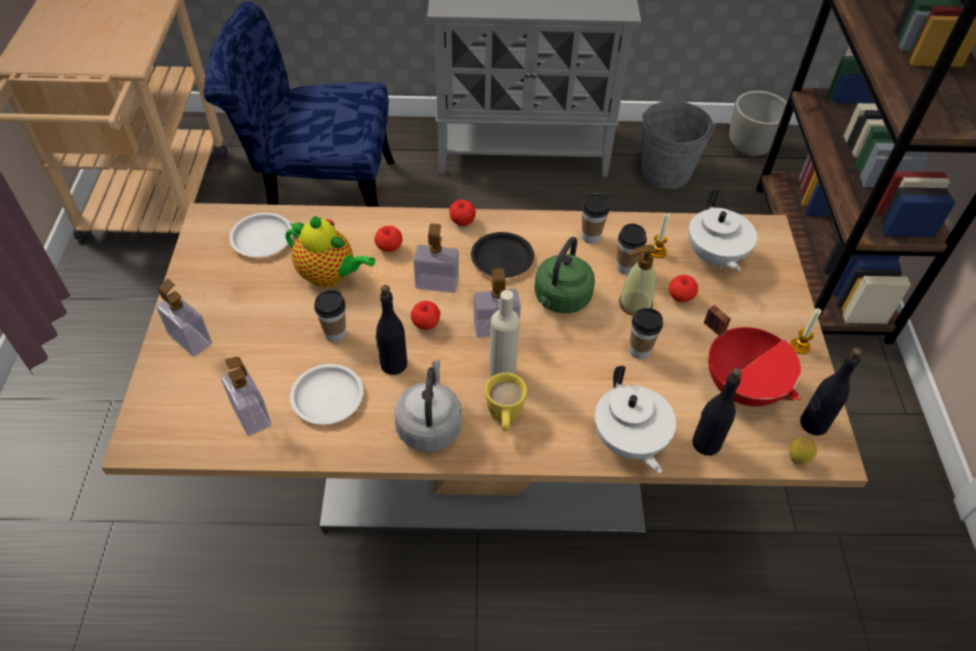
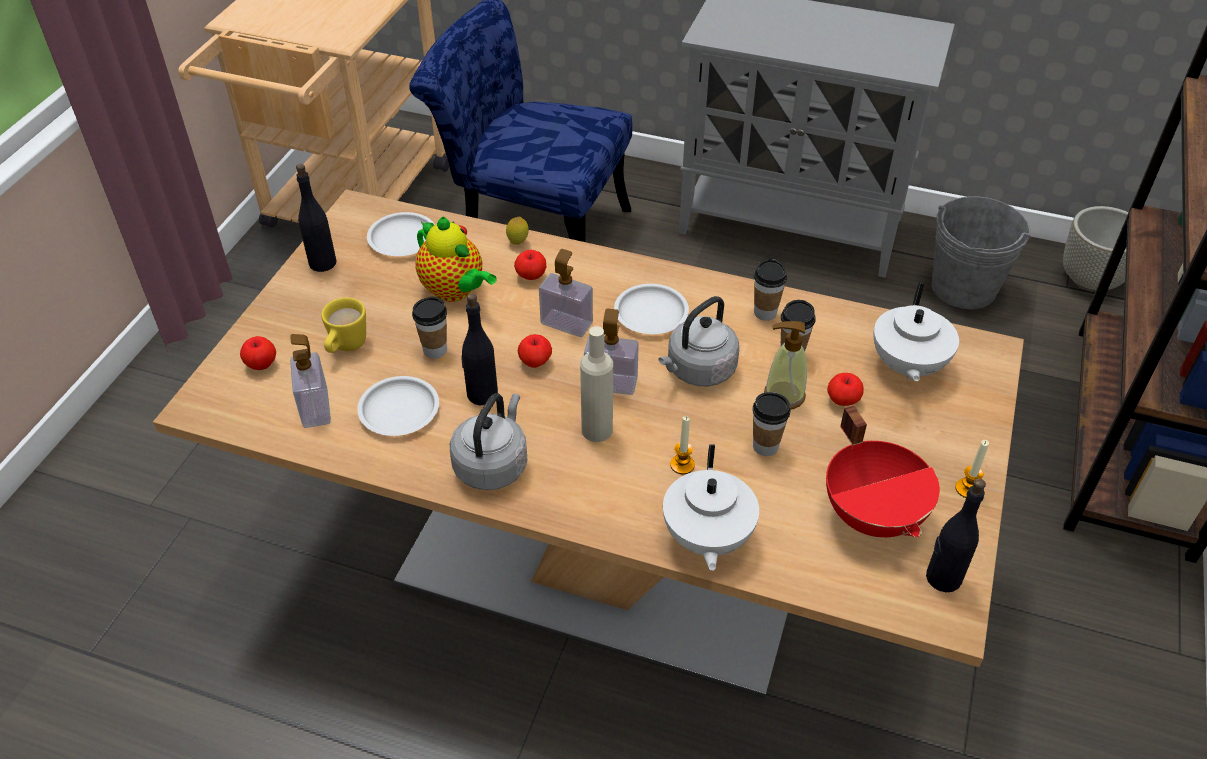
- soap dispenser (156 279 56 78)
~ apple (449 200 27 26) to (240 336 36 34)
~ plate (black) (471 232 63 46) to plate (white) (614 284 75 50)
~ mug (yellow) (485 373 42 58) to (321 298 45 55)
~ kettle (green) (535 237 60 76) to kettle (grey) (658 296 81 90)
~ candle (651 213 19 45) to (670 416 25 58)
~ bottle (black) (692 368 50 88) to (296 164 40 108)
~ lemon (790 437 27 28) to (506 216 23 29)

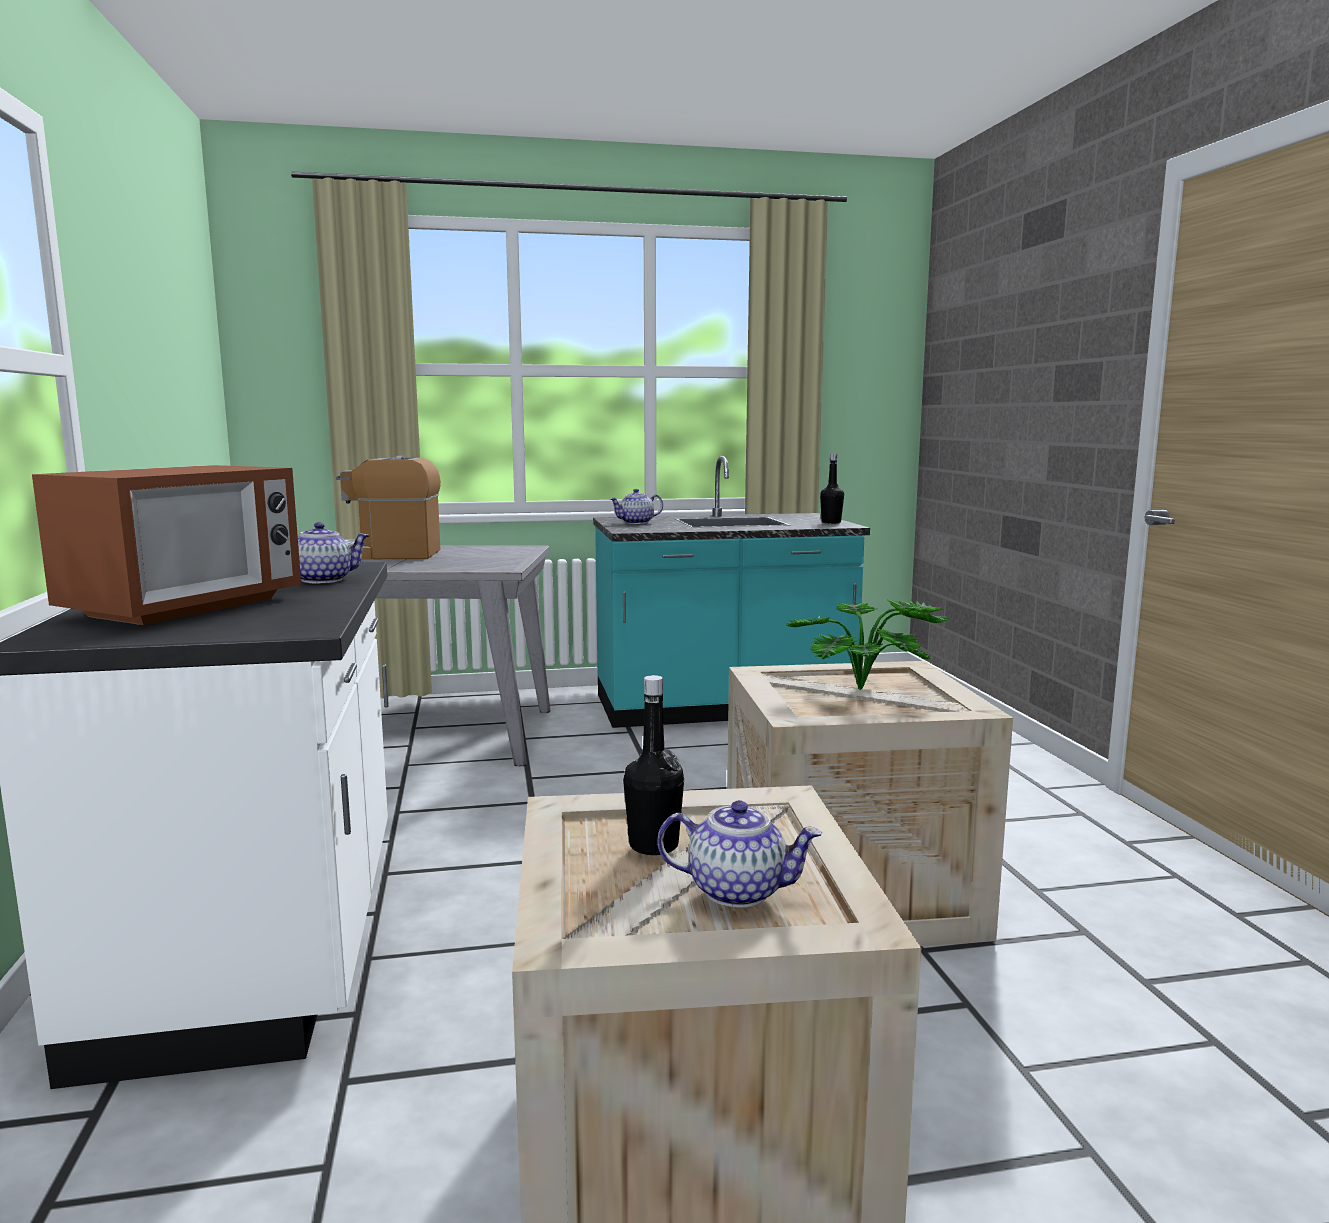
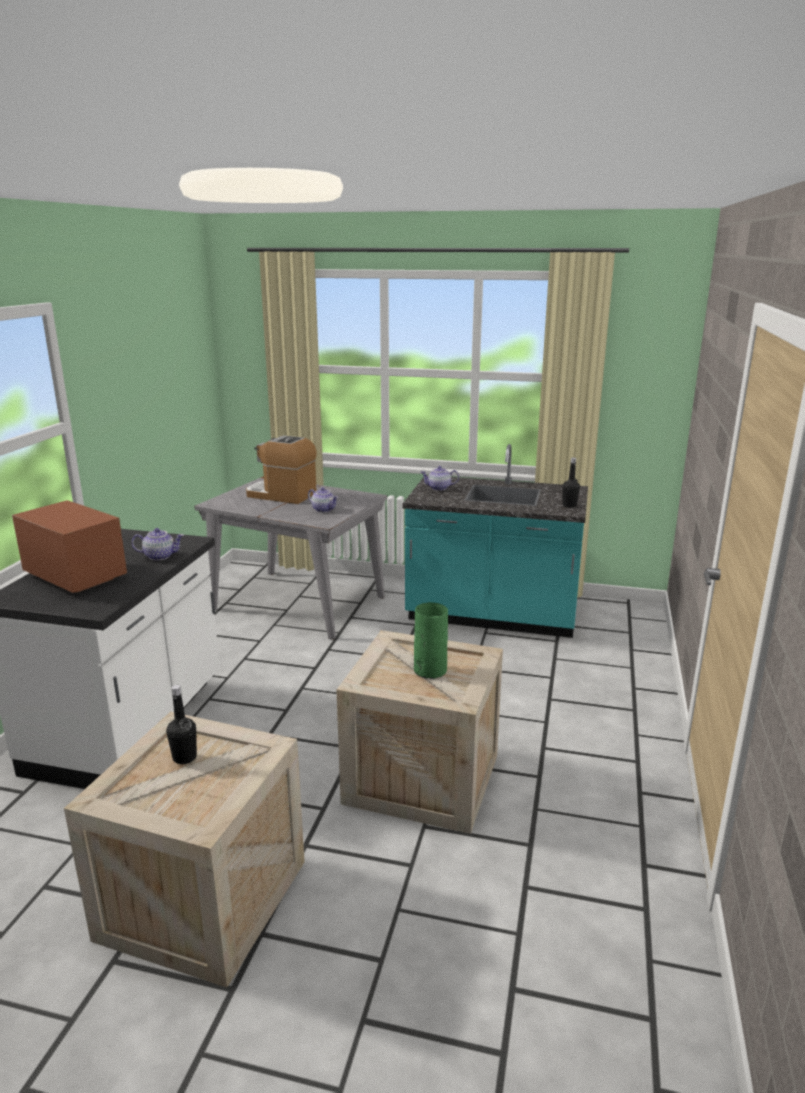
~ microwave (32 465 269 160) = (12 500 115 93) 105 degrees counterclockwise
~ teapot (657 800 165 107) to (308 488 30 24)
~ potted plant (786 599 163 91) to vase (green) (414 602 34 77)

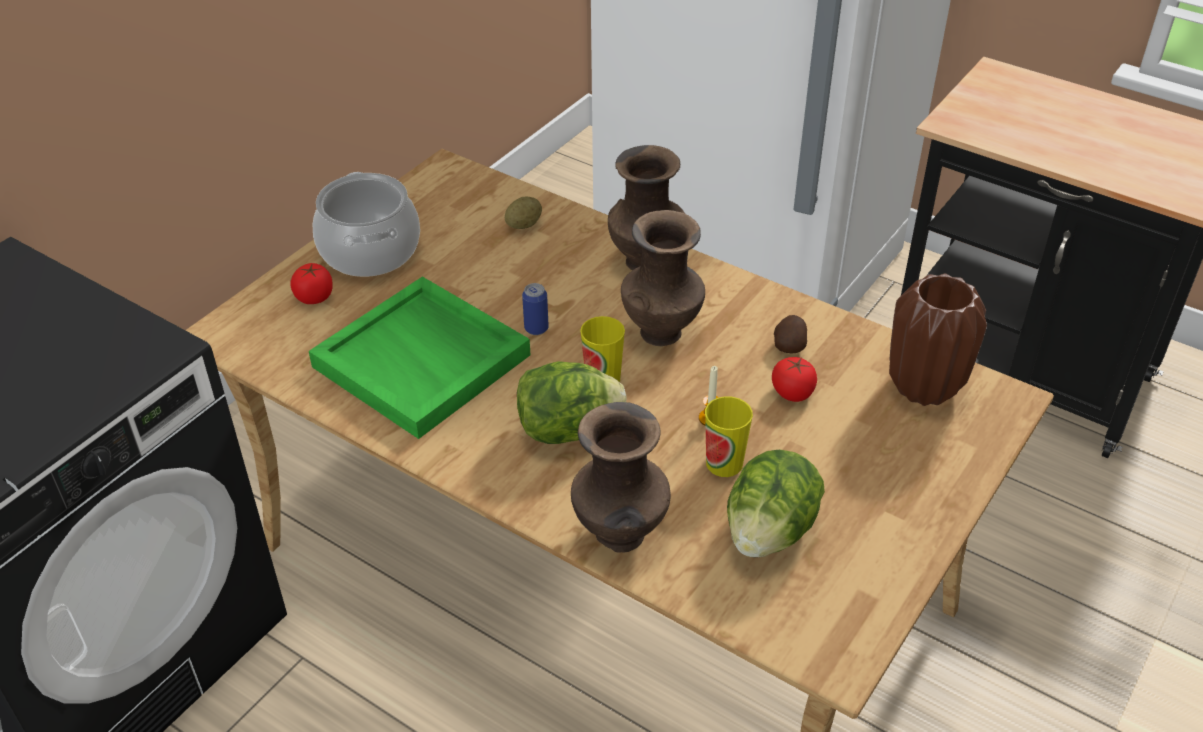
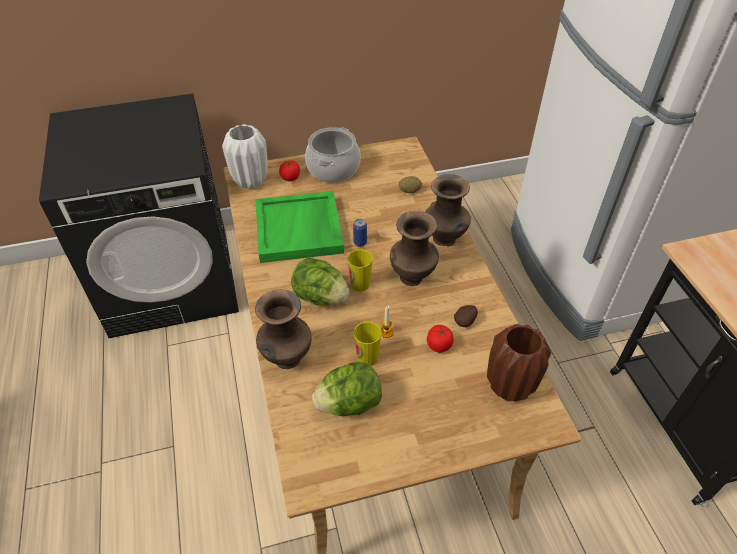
+ vase (white) (222 124 46 65)

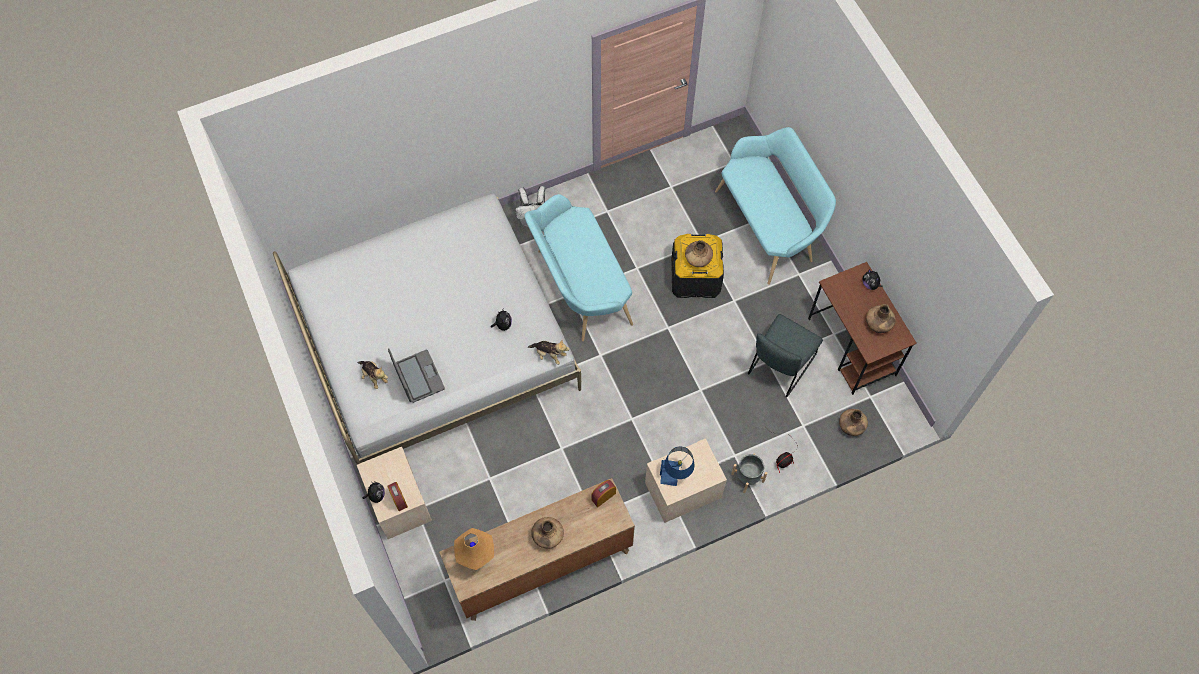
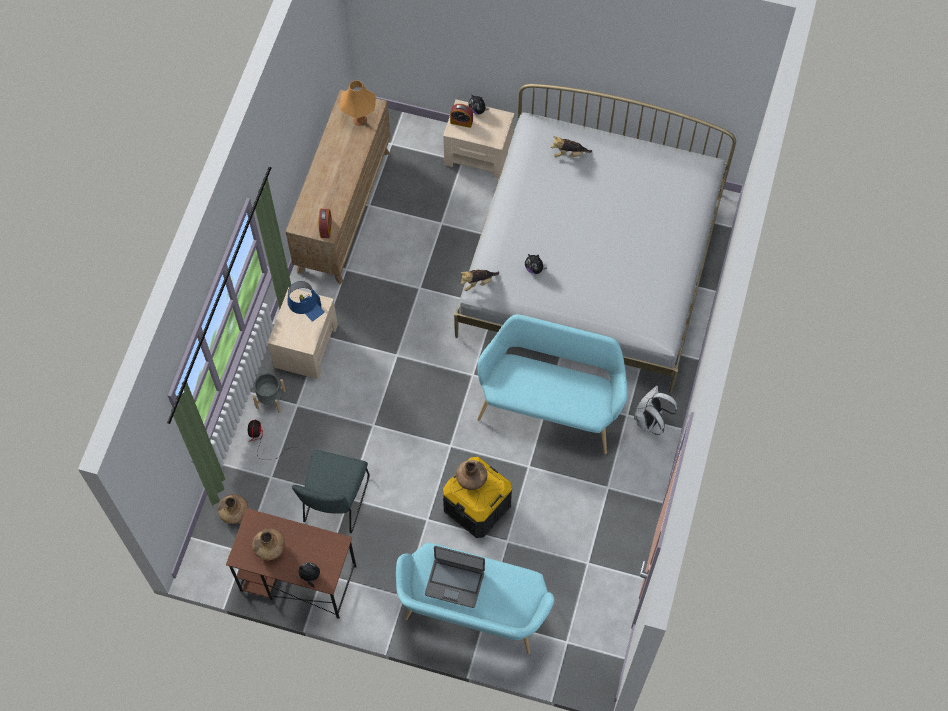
~ laptop (388 348 57 55) to (425 546 60 62)
- vase (brown) (531 517 33 32)
~ chair (grey) (748 314 75 83) = (292 450 78 83) 150 degrees counterclockwise

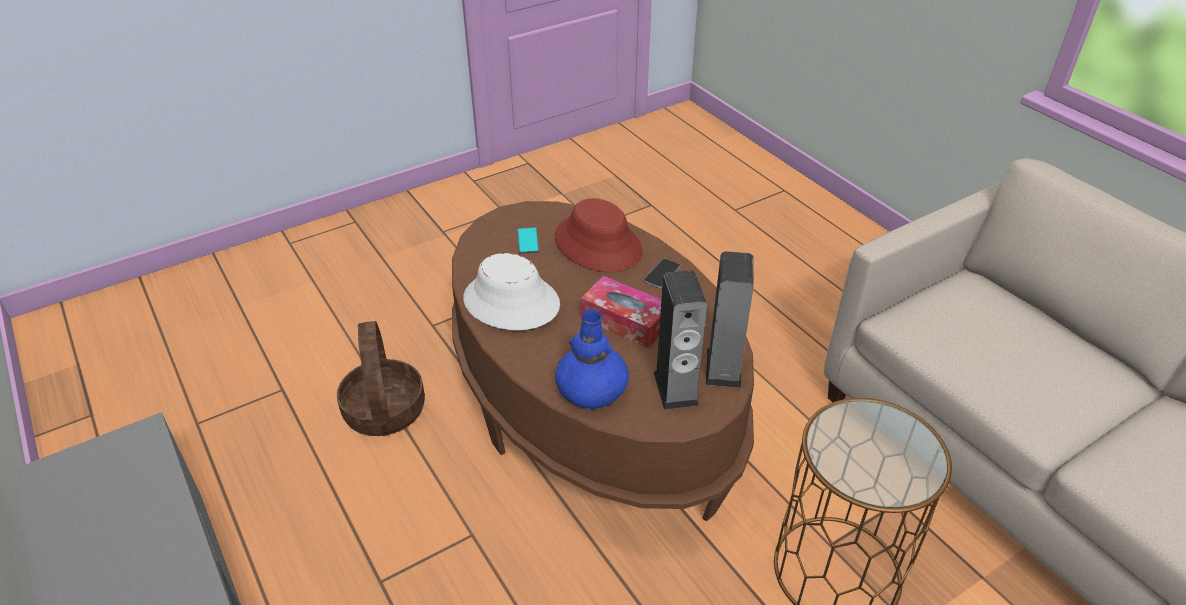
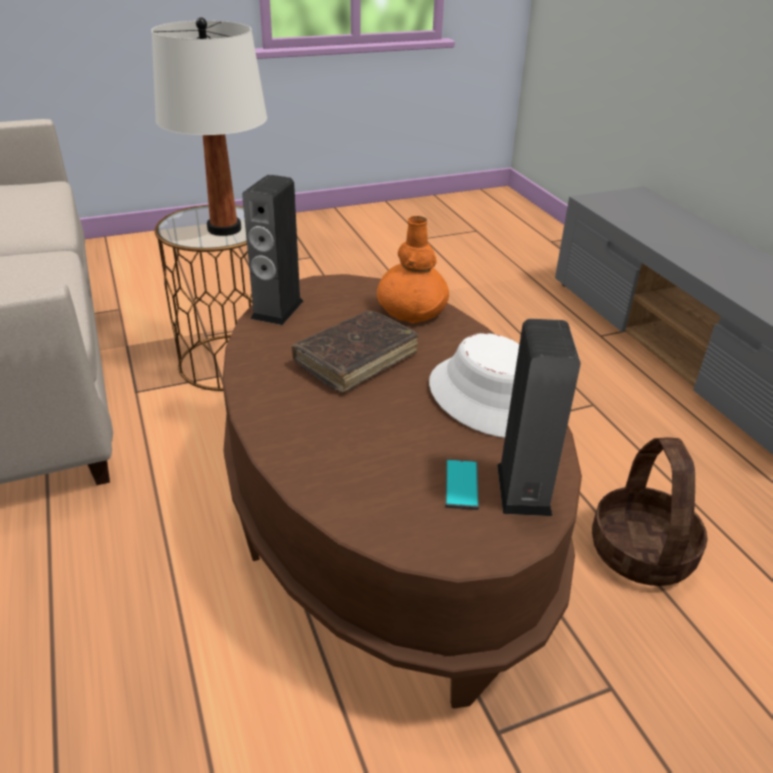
- hat (red) (555 198 87 74)
~ vase (blue) (555 310 74 100) to vase (orange) (377 216 72 108)
~ tissue box (581 276 80 73) to book (brown) (292 311 127 82)
- phone (644 259 37 29)
~ speaker (654 270 53 140) to (497 319 84 197)
+ table lamp (white) (152 17 115 219)

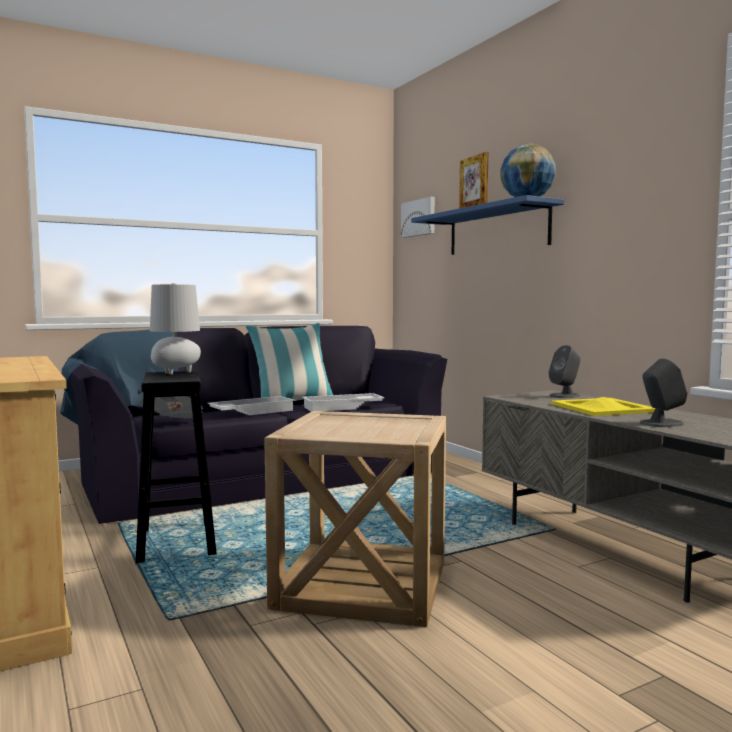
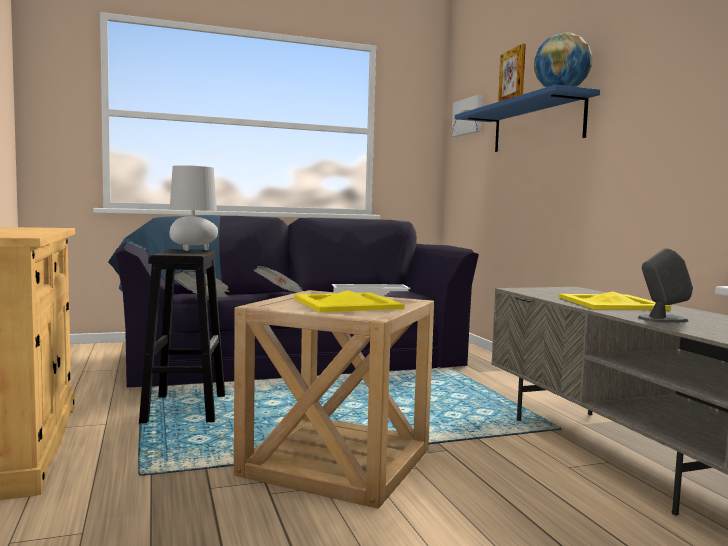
~ tray (white) (207 396 88 19) to newspaper (254 266 49 27)
- pillow (246 323 87 78)
- speaker (grey) (549 345 32 53)
+ tray (yellow) (294 290 111 22)

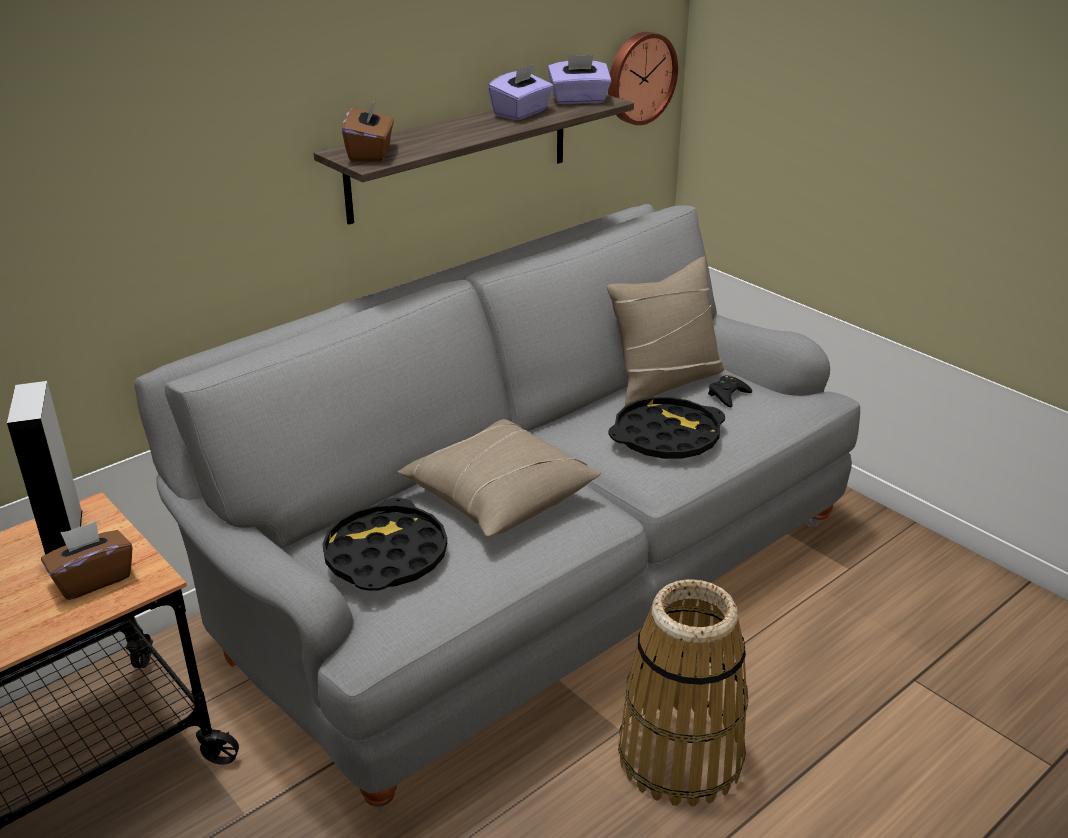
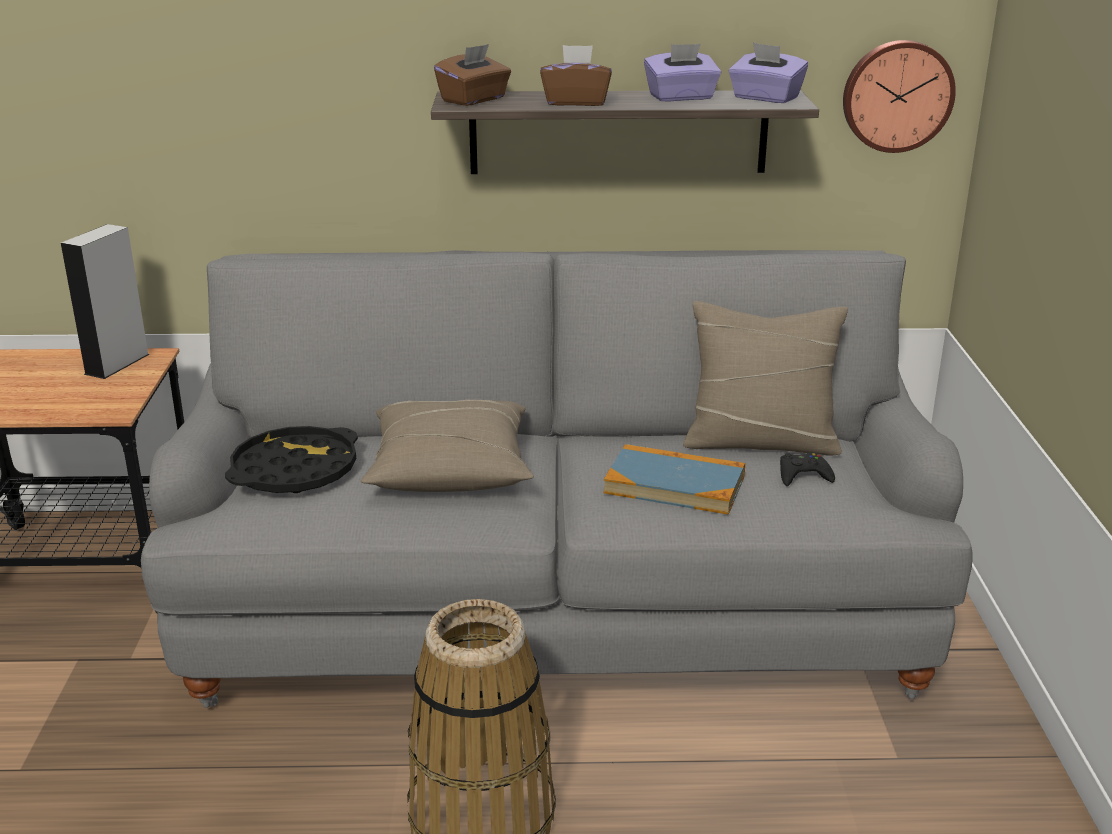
~ tissue box (brown) (41 521 91 79) to (540 45 72 61)
~ tray (black) (608 397 117 62) to book (603 444 142 71)

